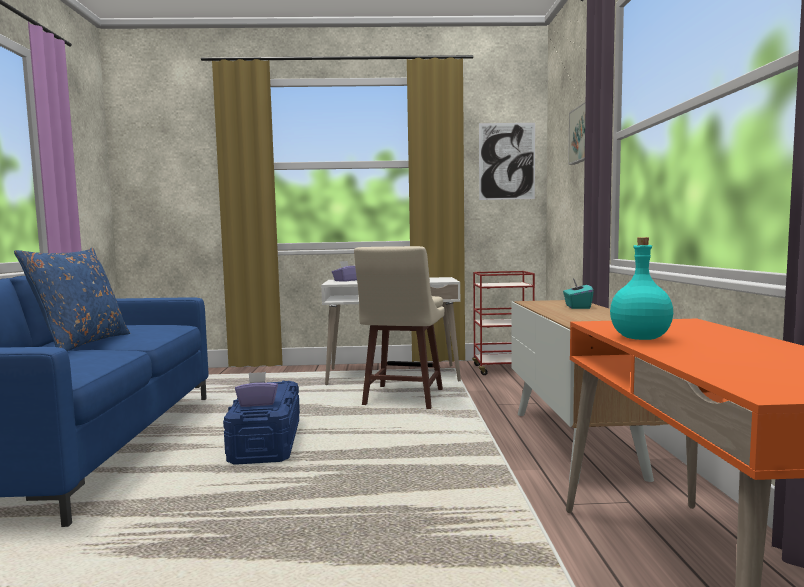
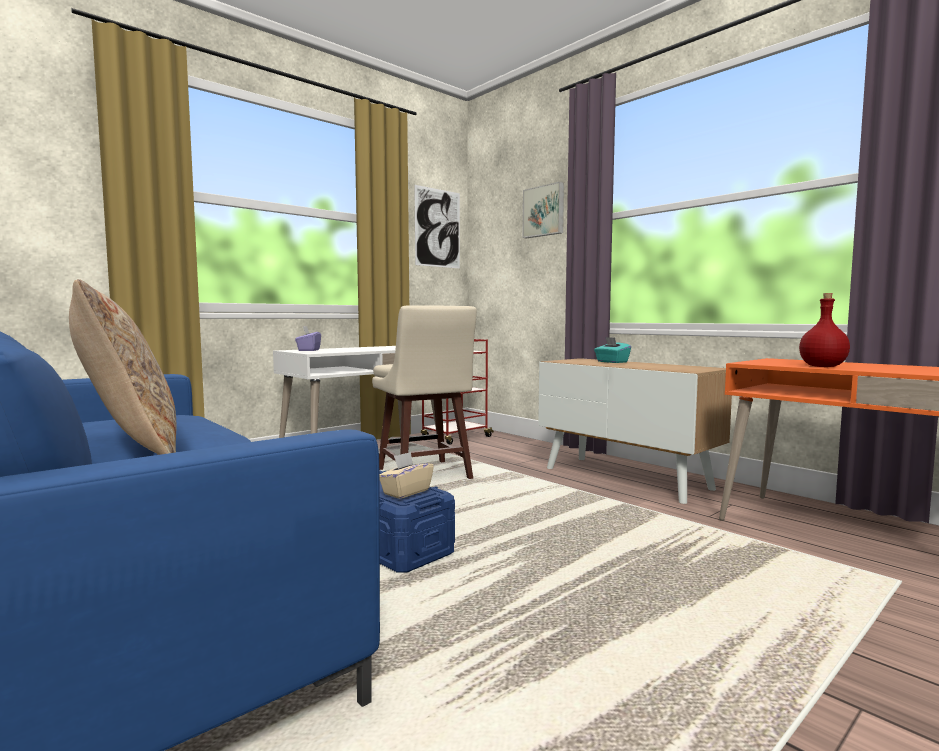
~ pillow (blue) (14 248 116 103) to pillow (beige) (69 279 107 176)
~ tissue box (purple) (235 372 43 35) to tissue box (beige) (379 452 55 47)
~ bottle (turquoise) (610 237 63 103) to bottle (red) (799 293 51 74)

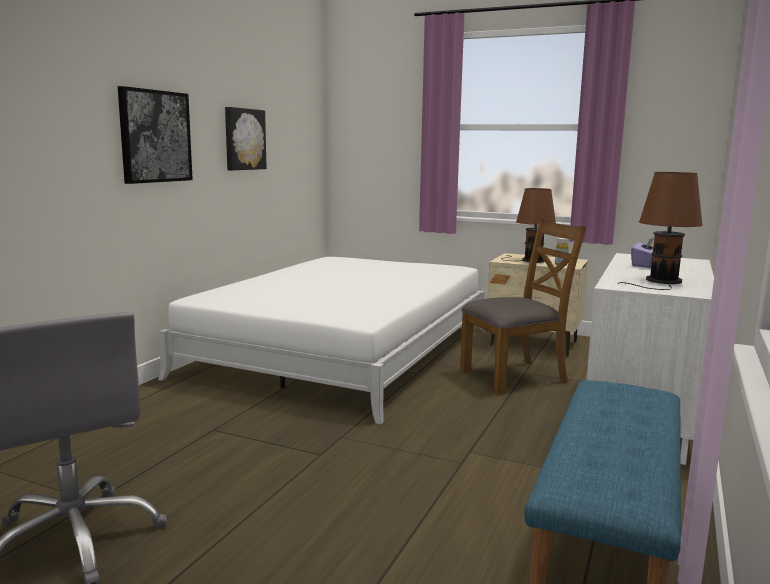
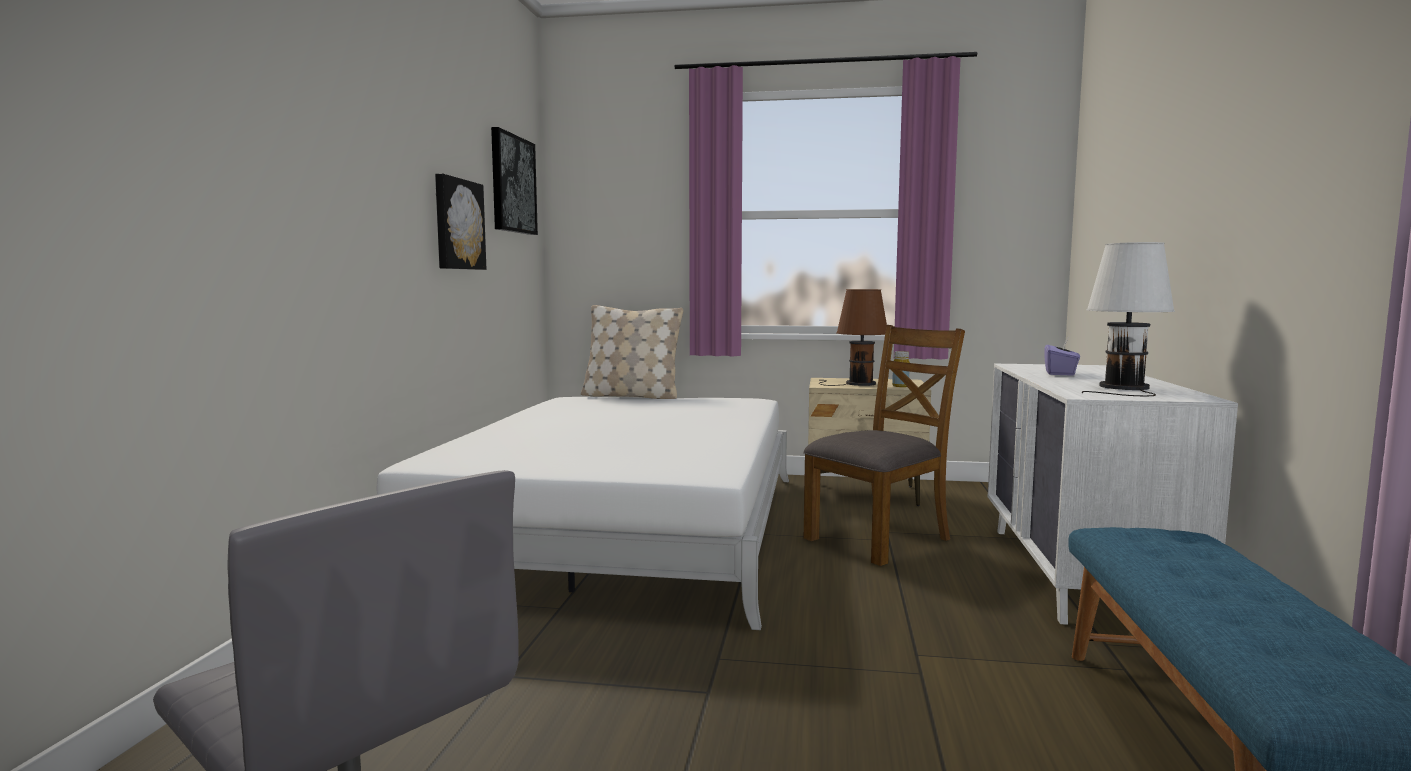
~ picture (118 86 75 98) to (491 127 47 108)
~ table lamp (brown) (618 172 85 118) to table lamp (white) (1082 242 93 154)
+ pillow (beige) (581 305 102 94)

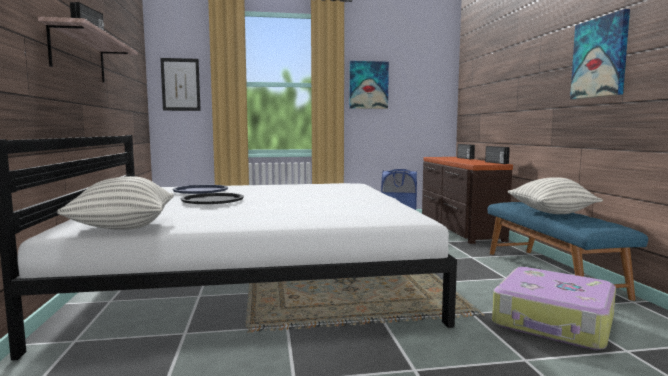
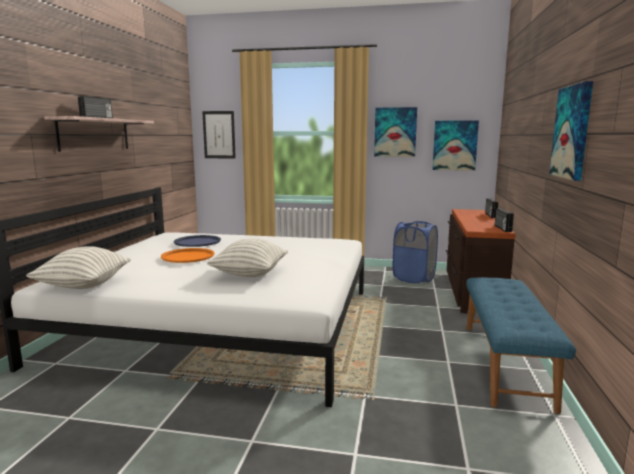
~ tray (black) (181 193 63 11) to tray (orange) (161 248 54 15)
- suitcase (492 267 124 83)
~ pillow (508 177 95 37) to (207 238 81 39)
+ picture (432 120 47 51)

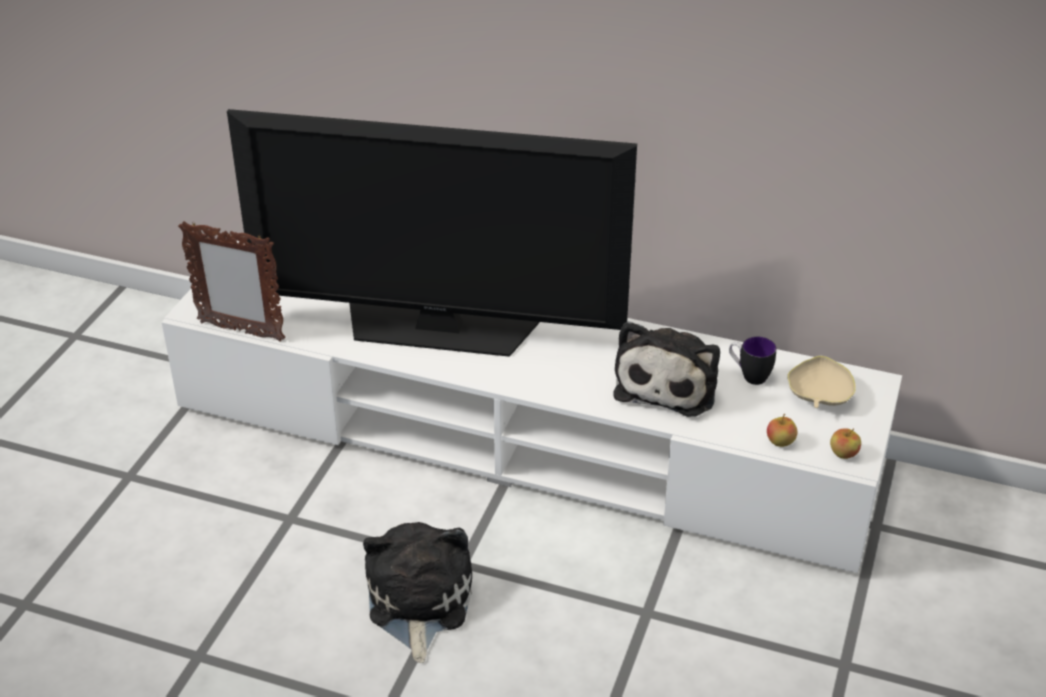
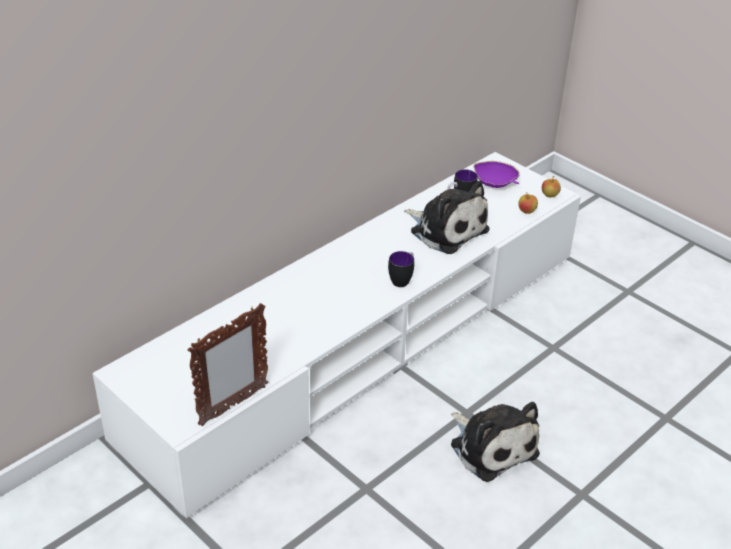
- television (227 109 410 248)
~ plush toy (363 522 109 141) = (451 402 89 80) 150 degrees counterclockwise
~ bowl (beige) (787 356 69 52) to bowl (purple) (473 161 47 27)
+ mug (388 251 26 36)

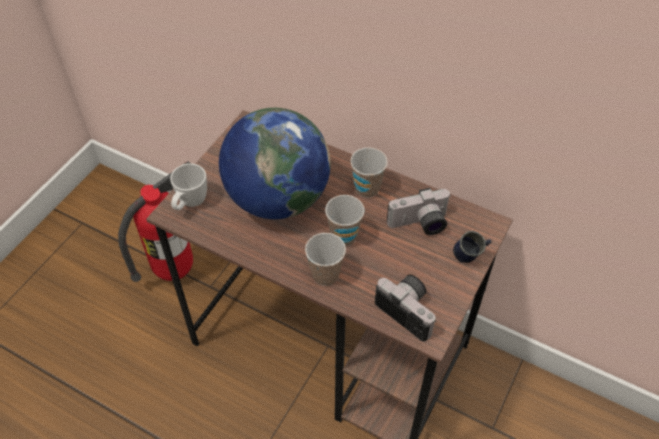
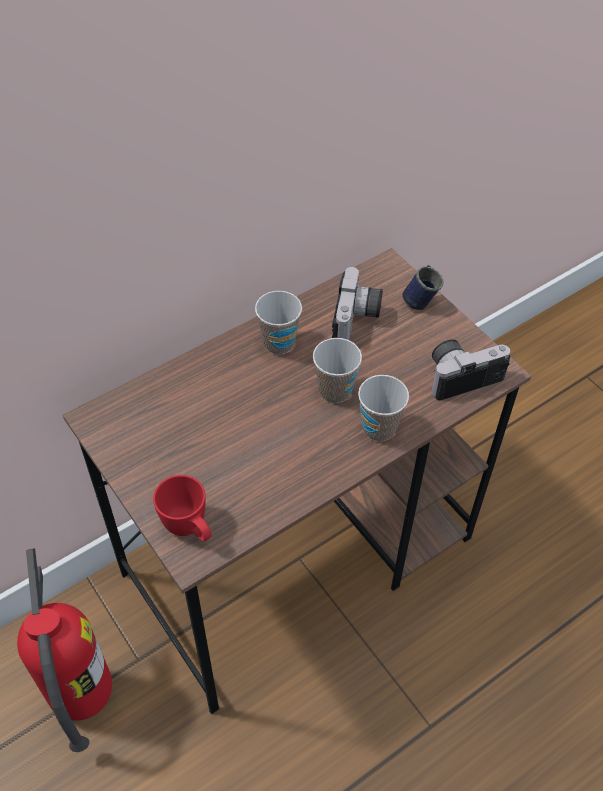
~ mug (white) (170 164 37 46) to mug (red) (153 475 59 66)
- globe (219 108 112 111)

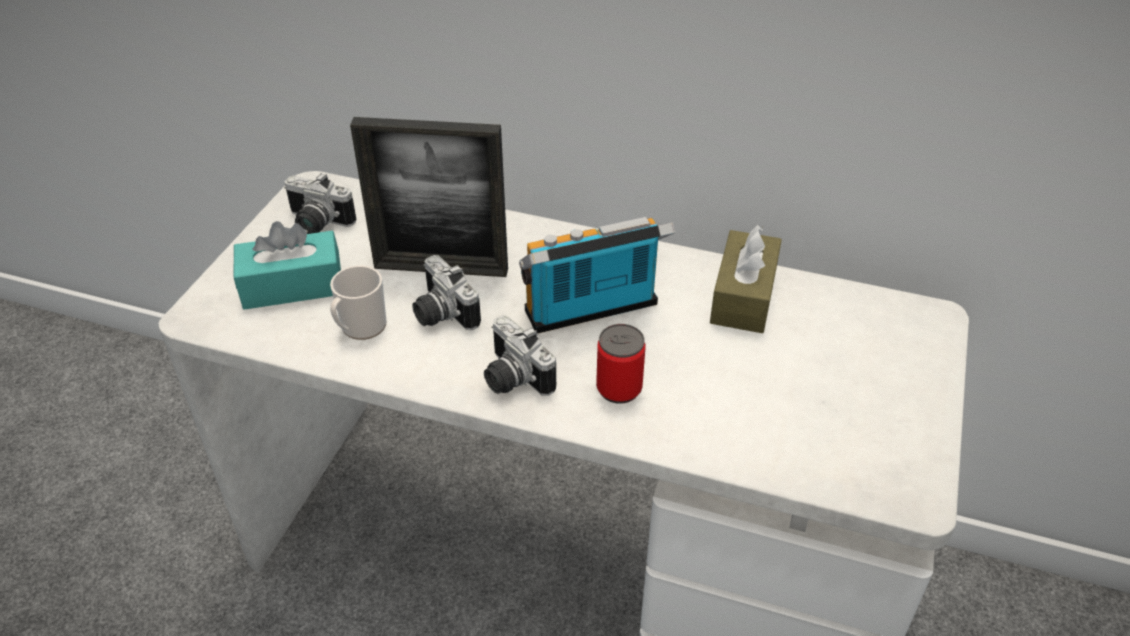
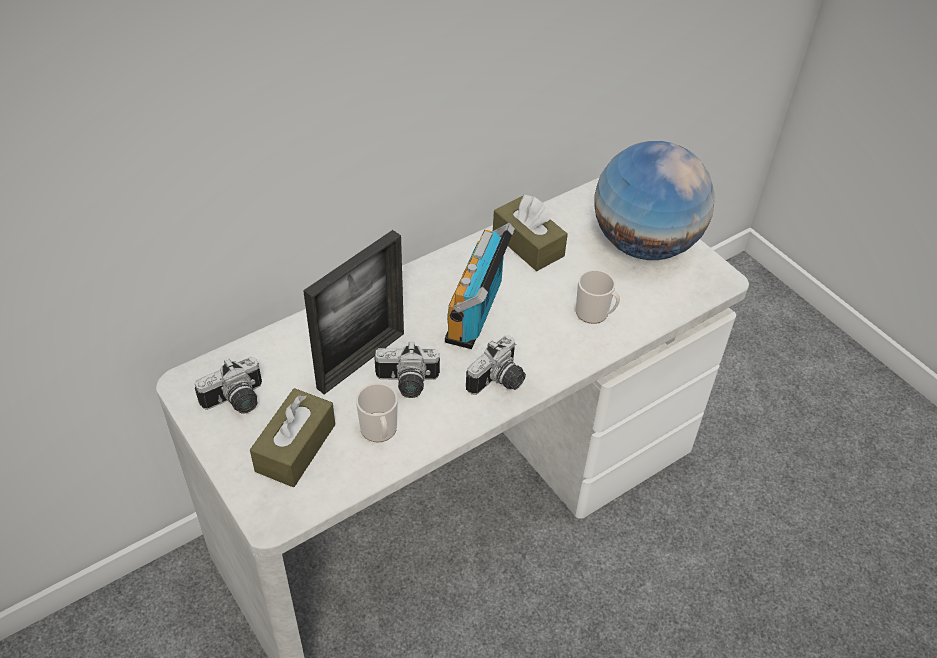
~ tissue box (turquoise) (234 221 107 89) to tissue box (brown) (250 388 85 99)
~ photo camera (484 316 72 80) = (466 335 60 60) 45 degrees counterclockwise
- can (596 324 49 80)
+ mug (576 270 44 54)
+ globe (594 141 121 119)

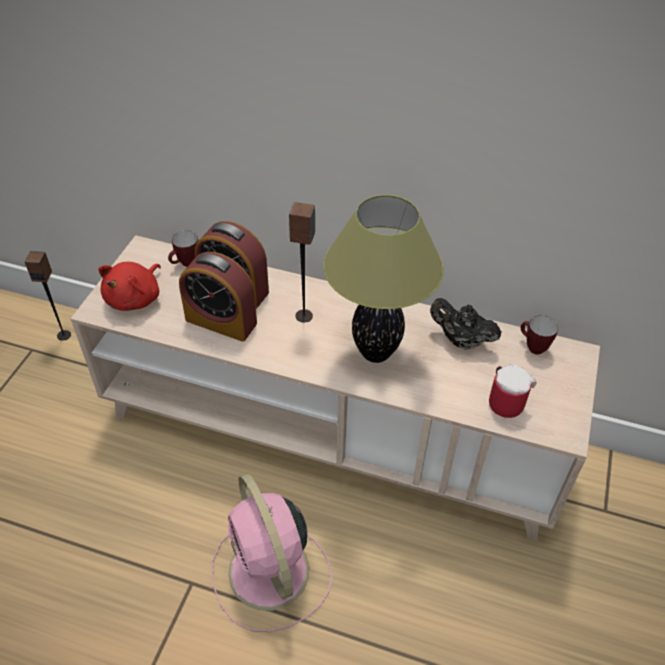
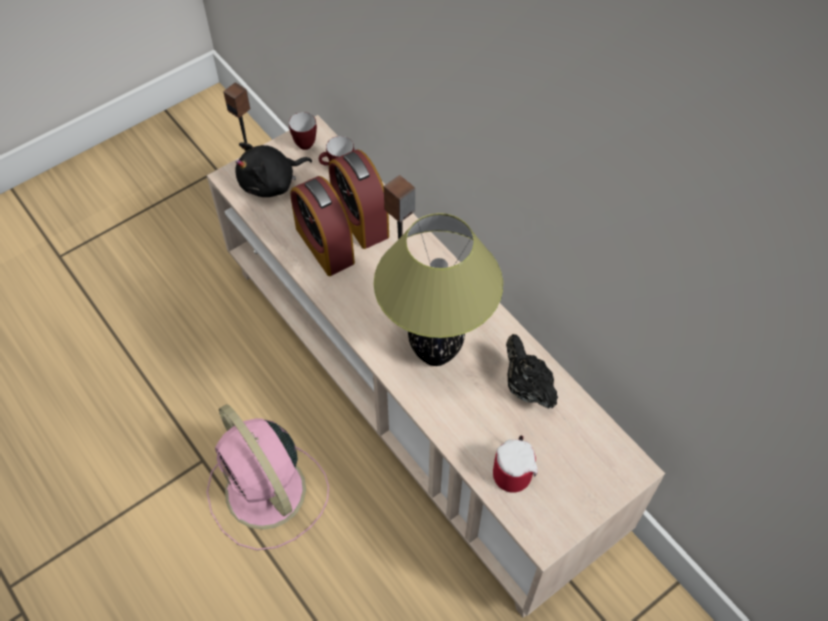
~ plush toy (red) (99 262 62 49) to plush toy (black) (235 142 77 55)
~ fan (pink) (212 474 120 158) = (207 404 122 146) 45 degrees counterclockwise
~ mug (521 316 37 39) to (289 112 28 38)

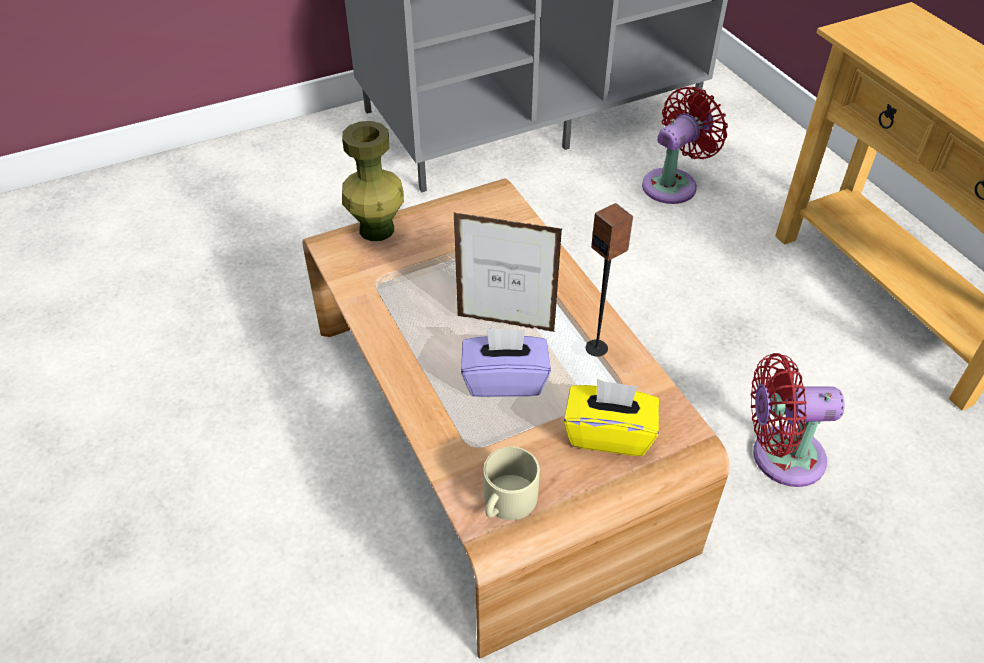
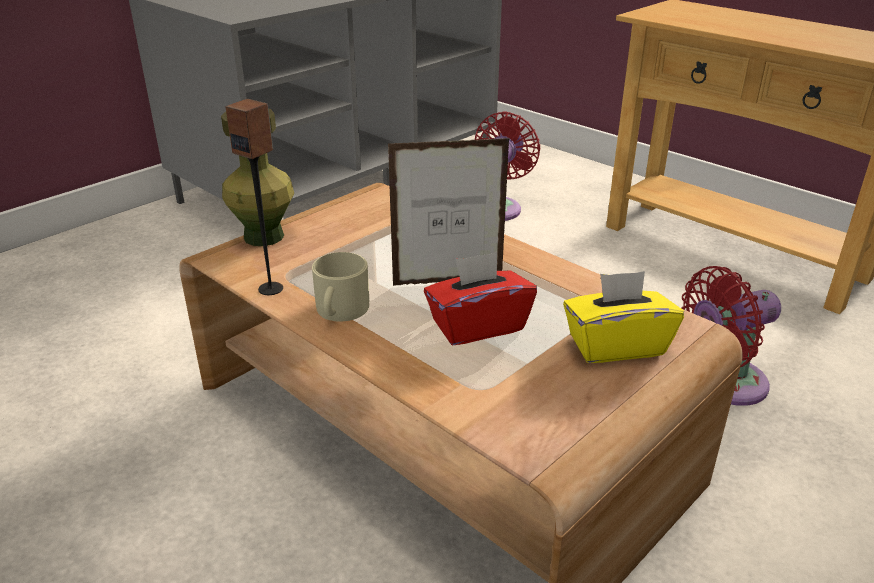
~ tissue box (purple) (461 328 90 69) to tissue box (red) (424 252 113 93)
~ mug (beige) (483 447 57 73) to (312 252 57 70)
~ speaker (586 203 47 154) to (226 99 57 196)

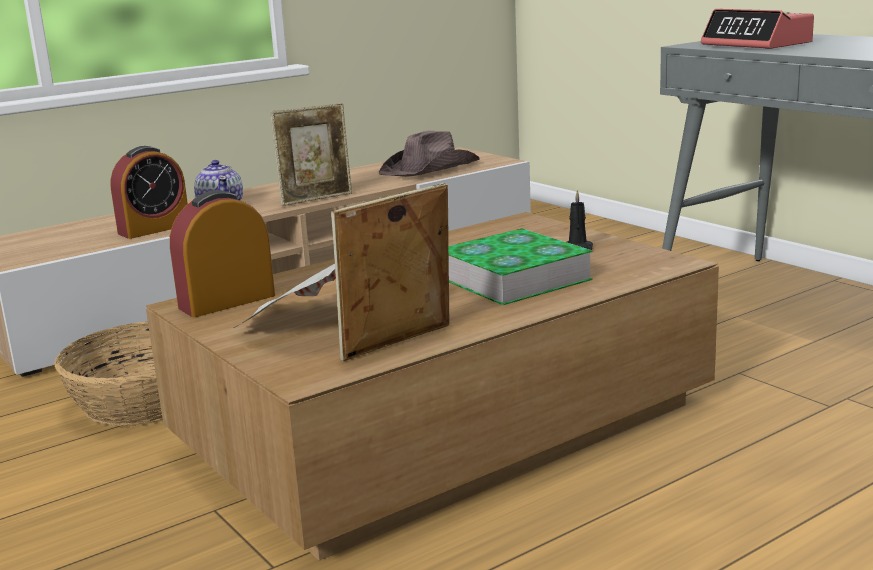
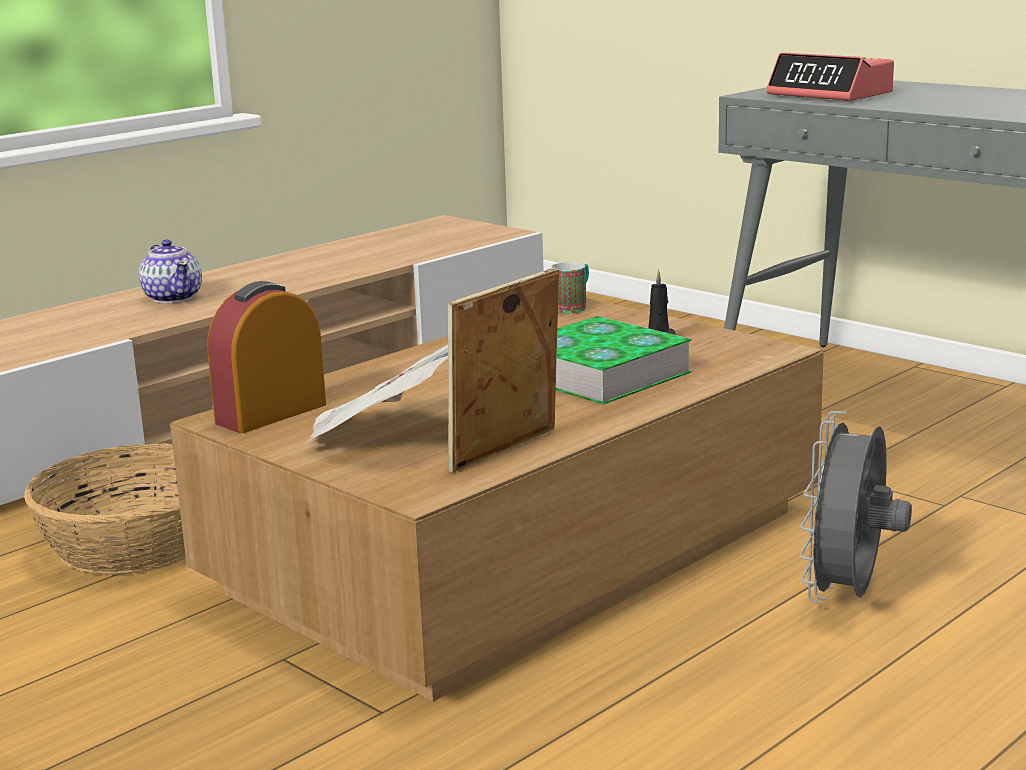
- alarm clock (110 146 78 93)
- picture frame (270 103 82 103)
- hat (brown) (379 131 101 46)
+ mug (552 262 37 51)
+ fan (grey) (799 411 113 193)

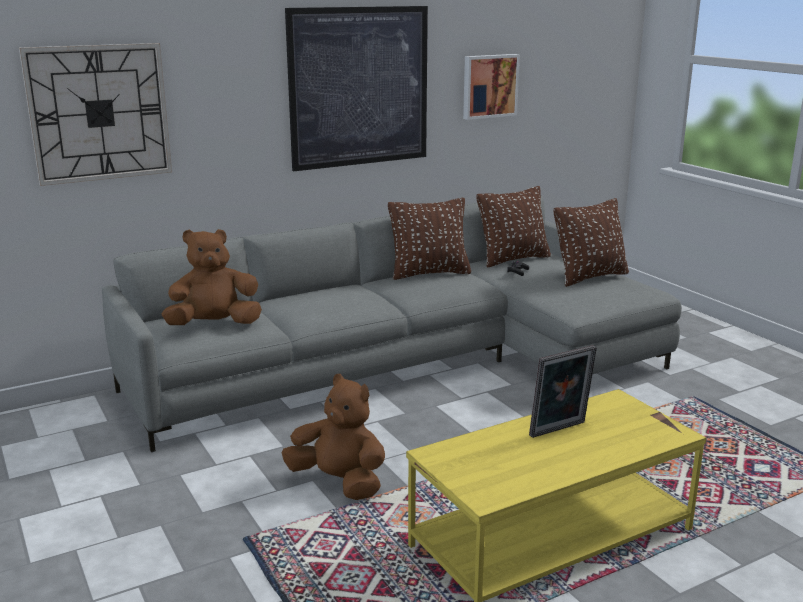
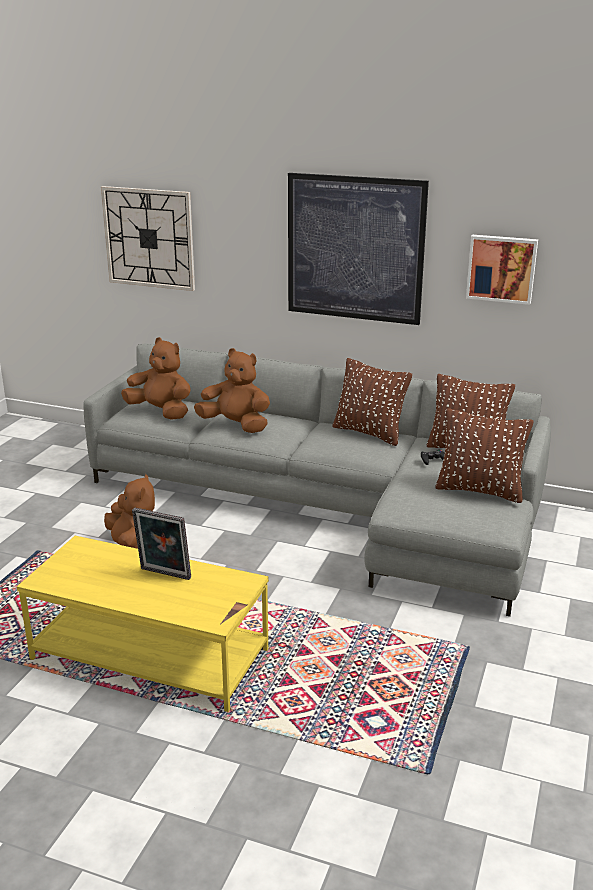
+ plush toy (brown) (194 348 76 85)

